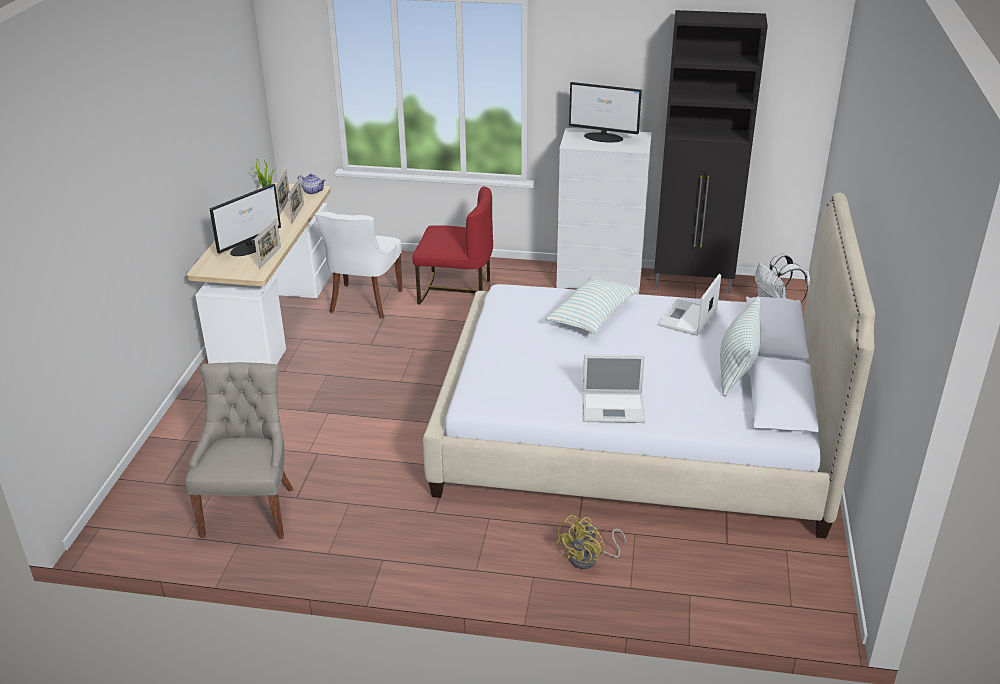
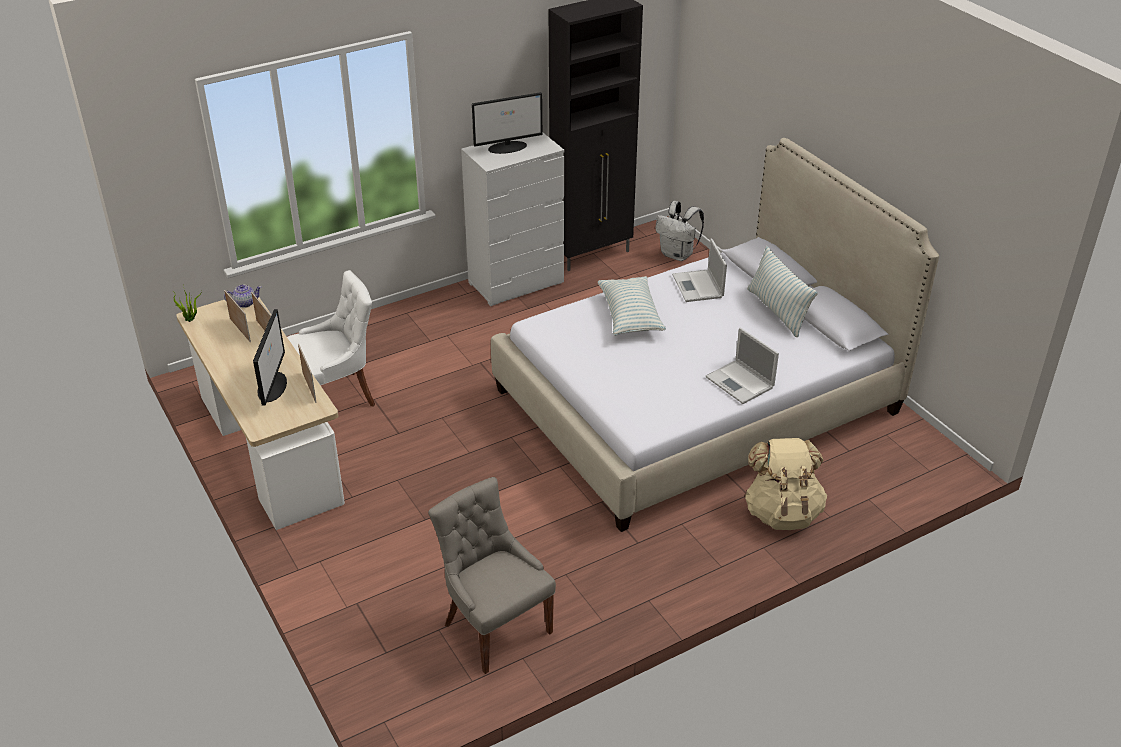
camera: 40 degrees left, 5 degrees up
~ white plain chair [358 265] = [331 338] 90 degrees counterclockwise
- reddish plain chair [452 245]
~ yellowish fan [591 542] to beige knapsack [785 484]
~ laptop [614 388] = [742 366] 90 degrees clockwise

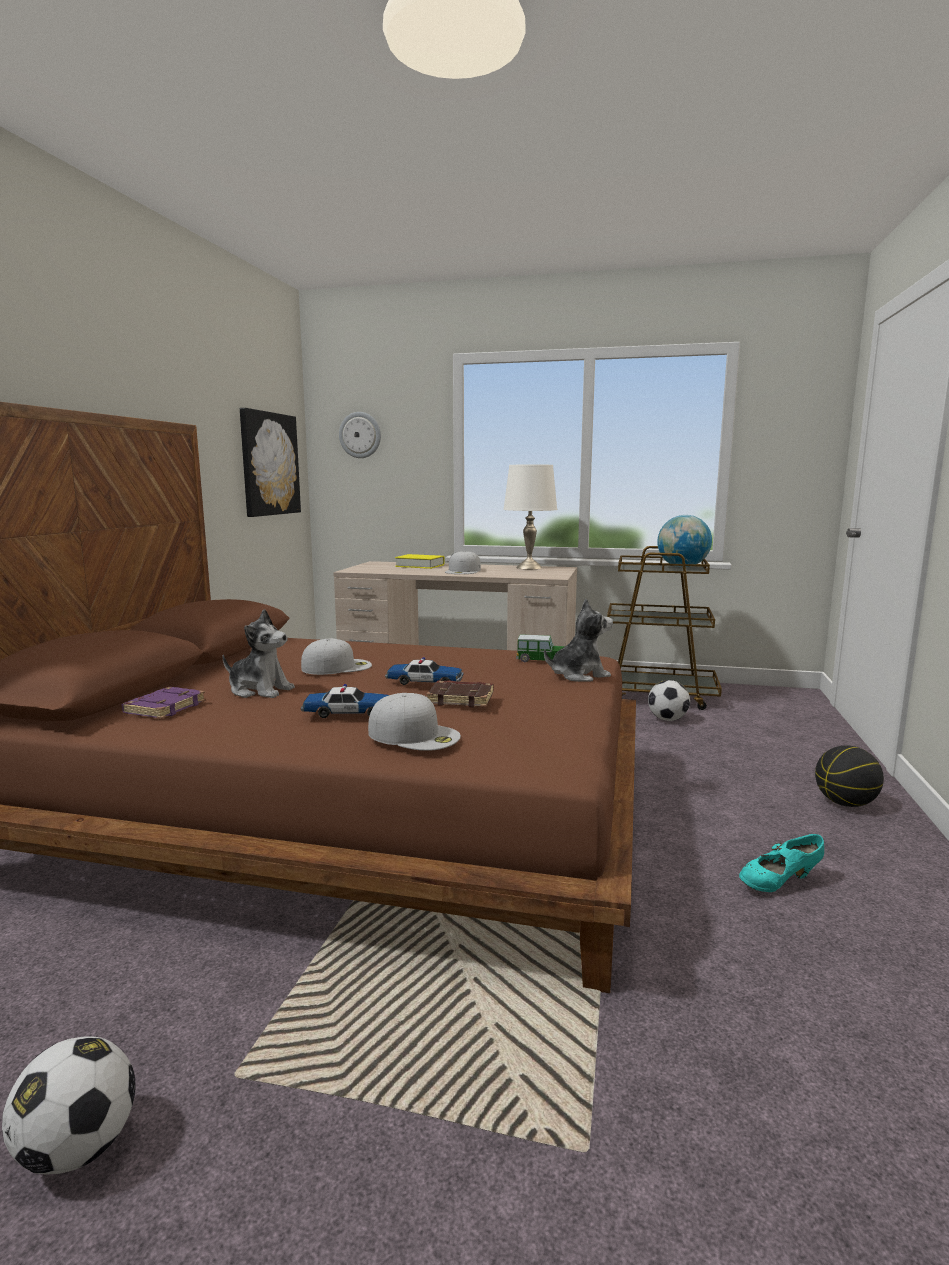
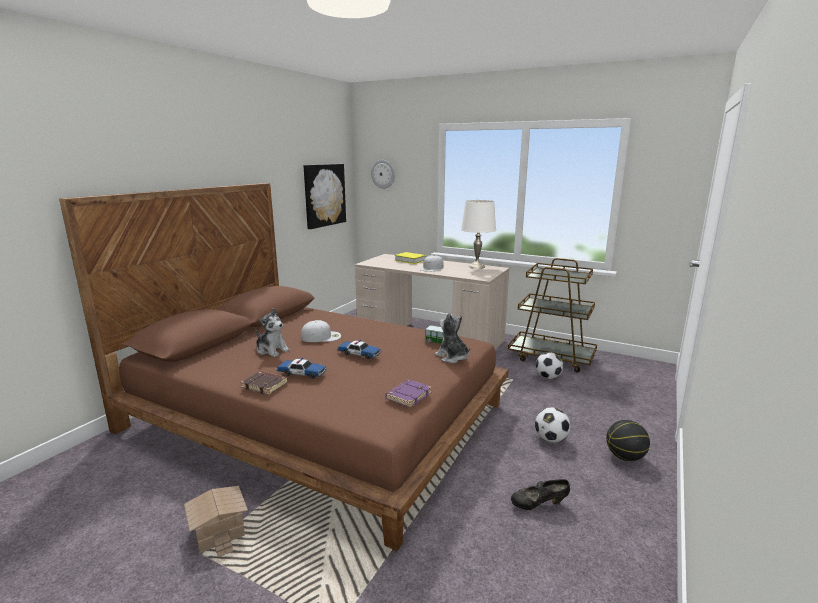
camera: 15 degrees right, 5 degrees up
~ football [69 1106] to [553 425]
~ purple-coloured volume [164 703] to [408 393]
- white cap [414 722]
~ brown volume [460 694] to [264 383]
~ soft toy [578 640] = [453 338] 120 degrees counterclockwise
- desk globe [684 541]
~ turquoise-coloured item of footwear [781 863] to black item of footwear [540 494]
+ miniature house [216 521]

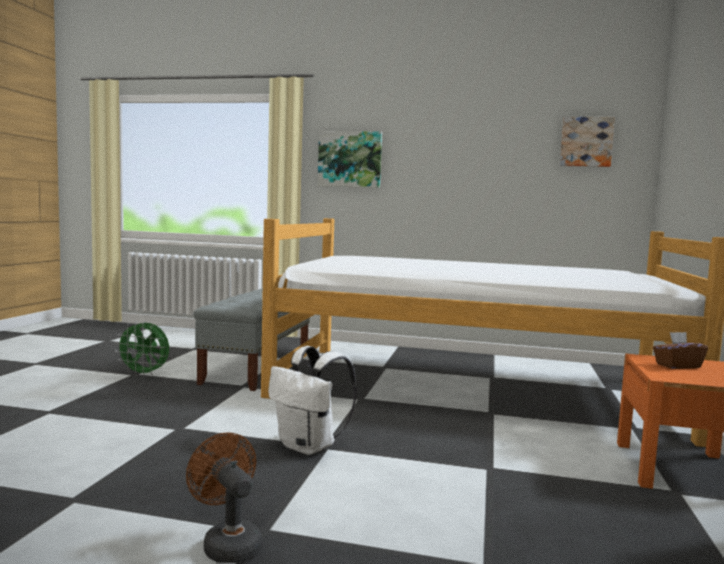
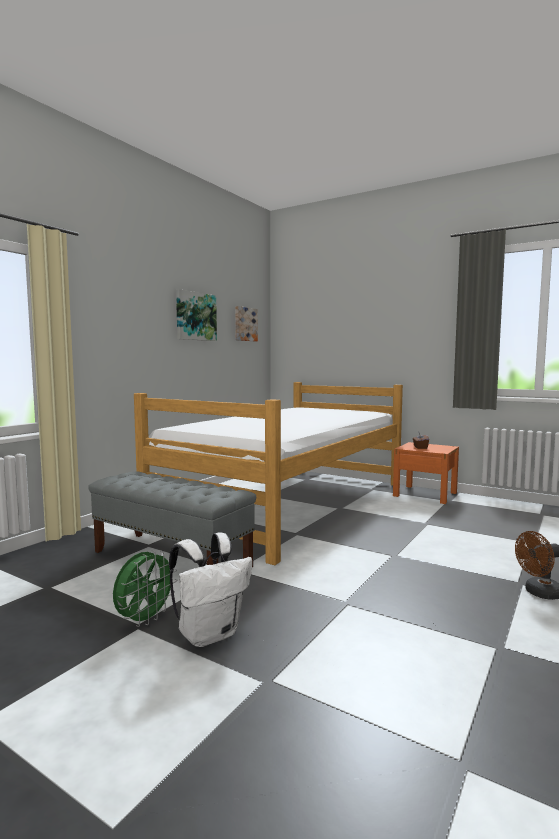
camera: 70 degrees left, 0 degrees up
~ white knapsack [312 400] to [210 589]
~ wall art [350 159] to [196 315]

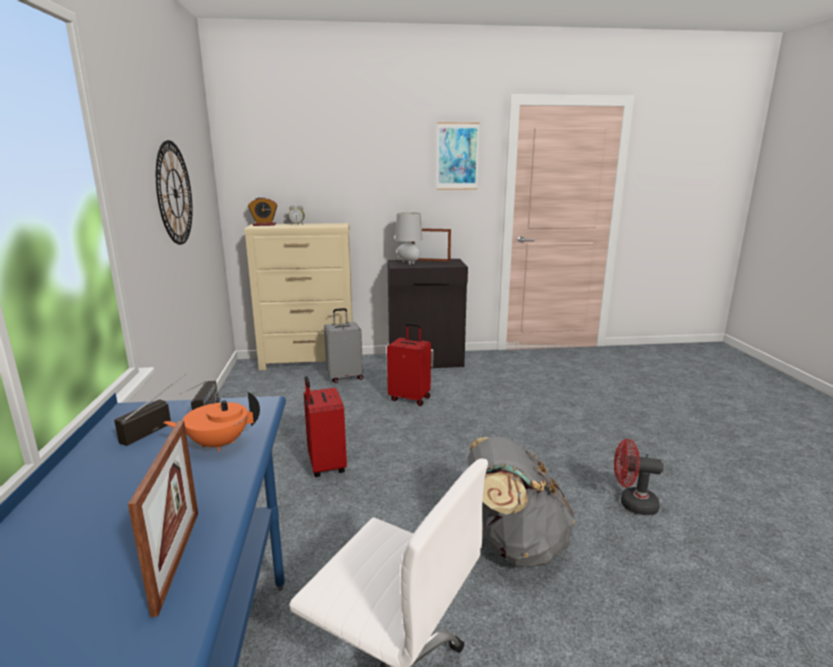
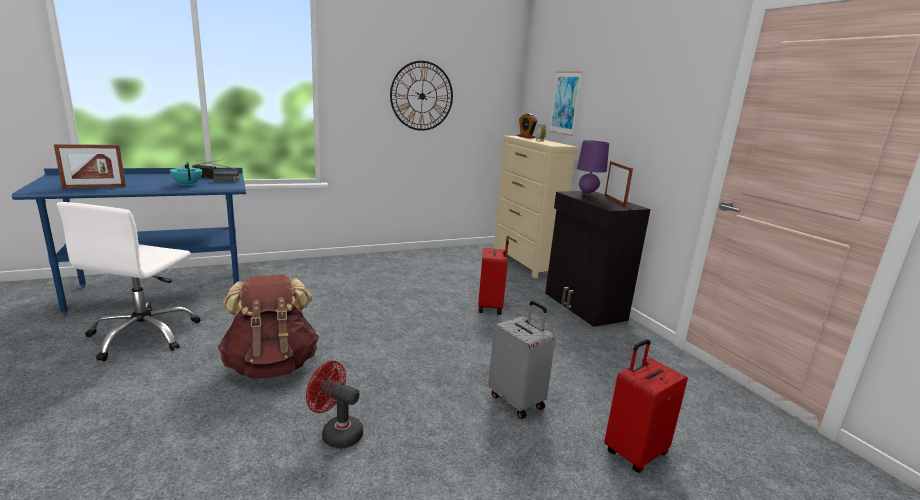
camera: 70 degrees right, 0 degrees up
~ orangey teapot [211 421] to turquoise-coloured teapot [186 174]
~ reddish travel case [325 426] to [646 406]
~ grey travel case [343 345] to [522 360]
~ grey table lamp [408 238] to purple-coloured table lamp [593 168]
~ wall art [458 156] to [565 103]
~ grey knapsack [521 501] to brown knapsack [268 327]
~ reddish fan [638 477] = [334 405] 60 degrees counterclockwise

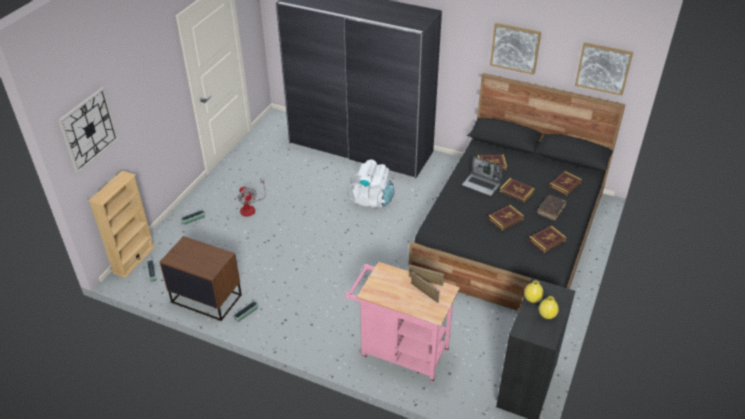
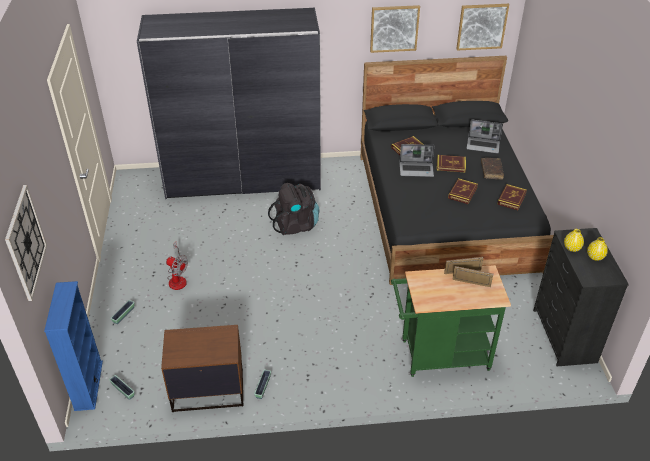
camera: 30 degrees left, 0 degrees up
~ beige shelving unit [121 224] to bluish shelving unit [73 346]
~ pinkish trolley [402 322] to green trolley [451 321]
~ white knapsack [370 183] to black knapsack [293 209]
~ volume [565 183] to laptop [484 137]

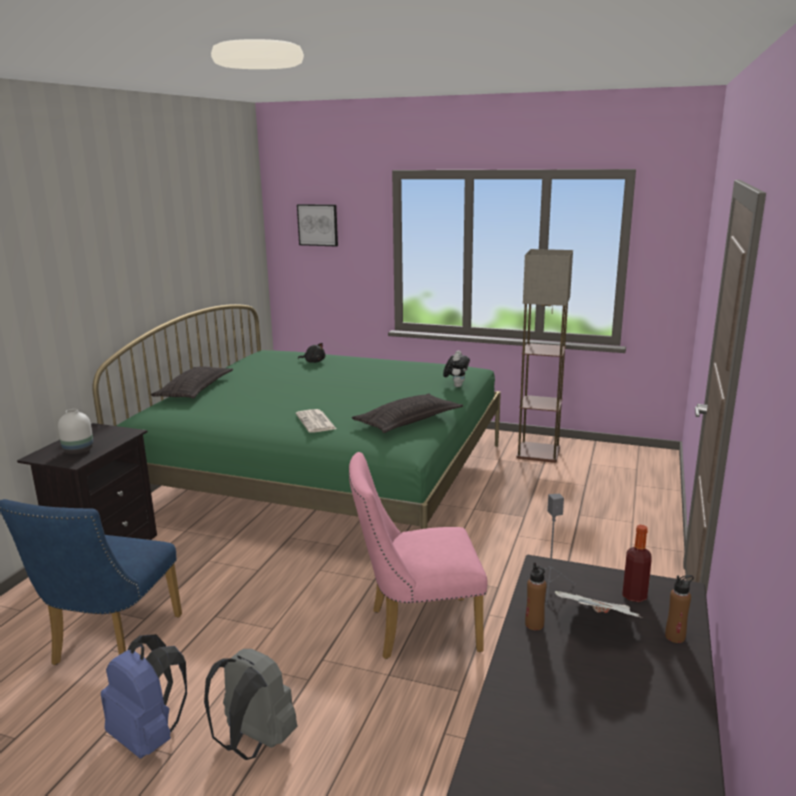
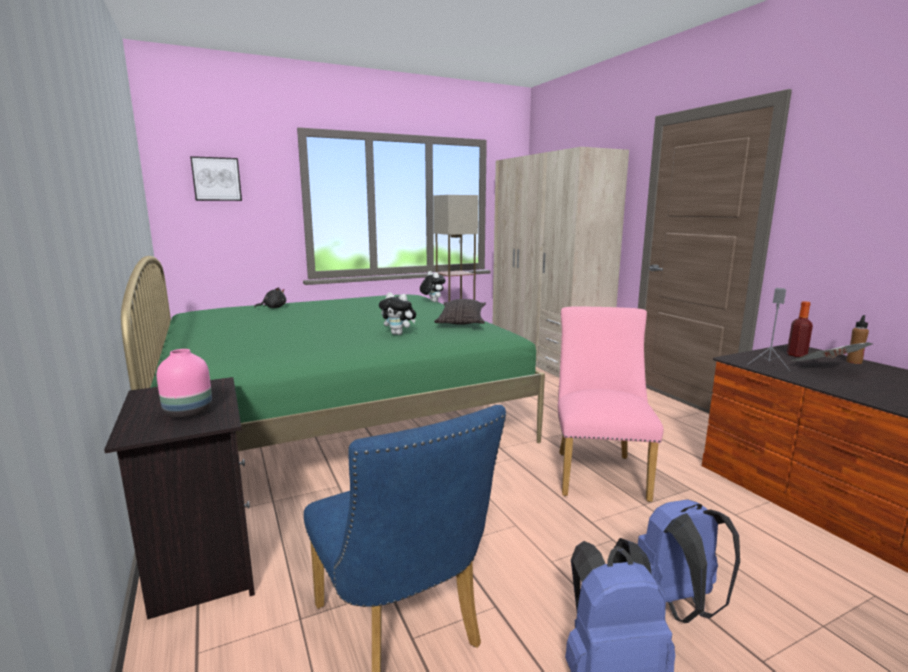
camera: 45 degrees left, 5 degrees down
~ white decorative vase [76 431] to pinkish decorative vase [184 383]
- throw pillow [192 383]
~ grey knapsack [250 704] to bluish knapsack [689 561]
~ newspaper [316 421] to soft toy [397 313]
~ pinkish plain chair [418 555] = [610 404] 150 degrees clockwise
- brown drink bottle [536 596]
+ beige armoire [561 262]

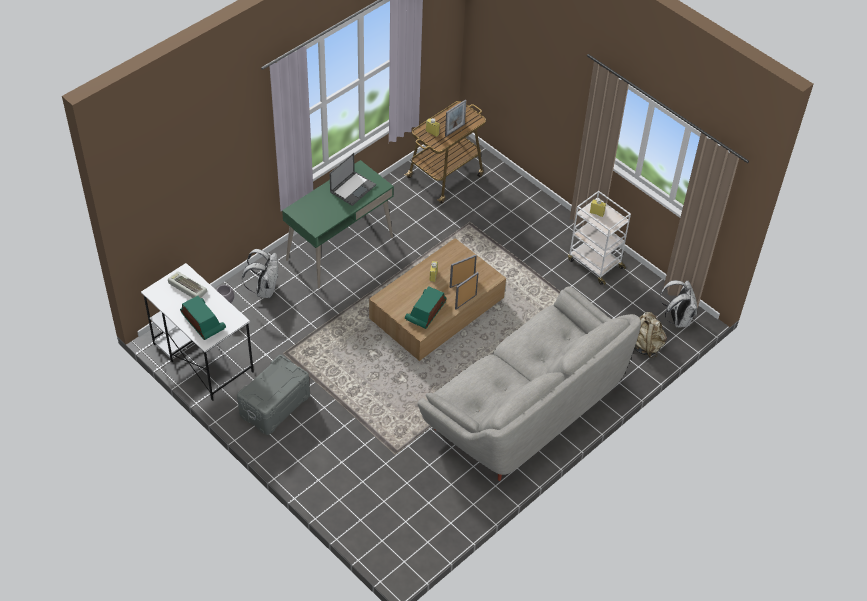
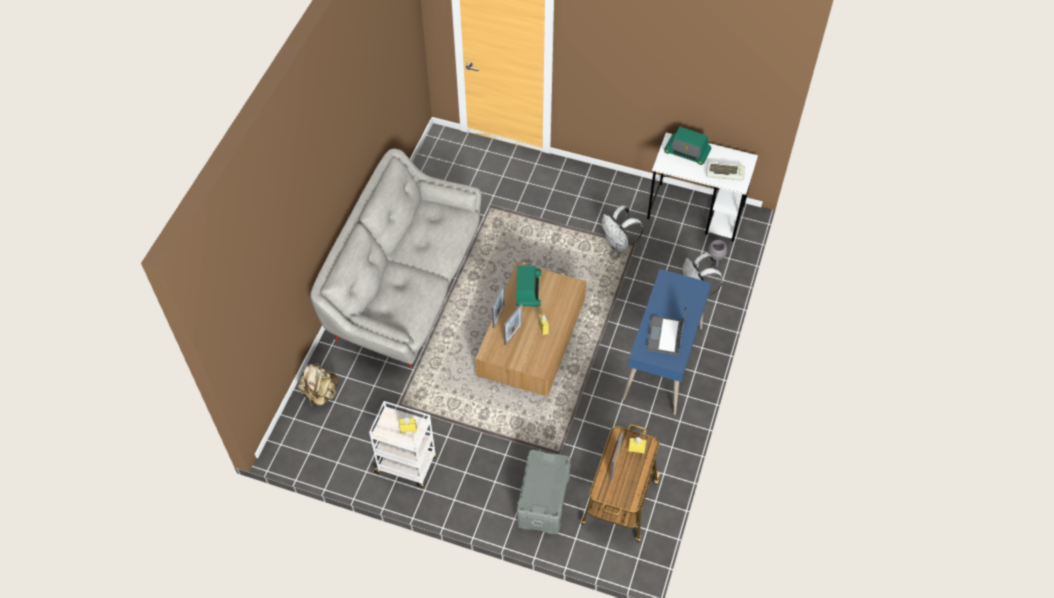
camera: 155 degrees right, 5 degrees up
~ grey storage box [273 395] to [544 492]
~ green desk [338 224] to bluish desk [666 342]
~ white knapsack [678 304] to [622 229]

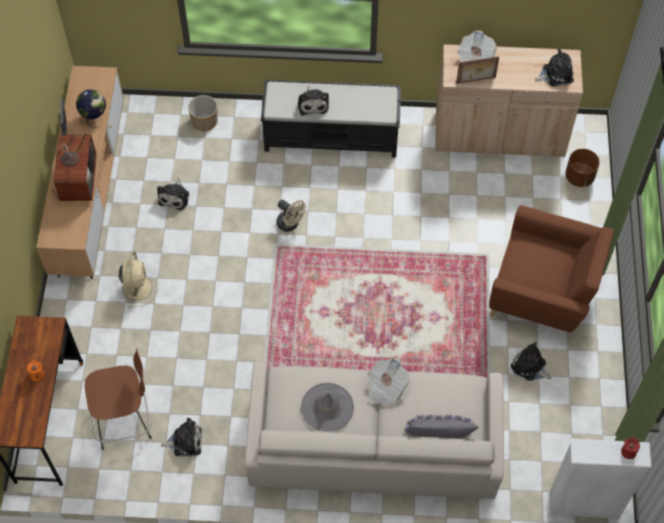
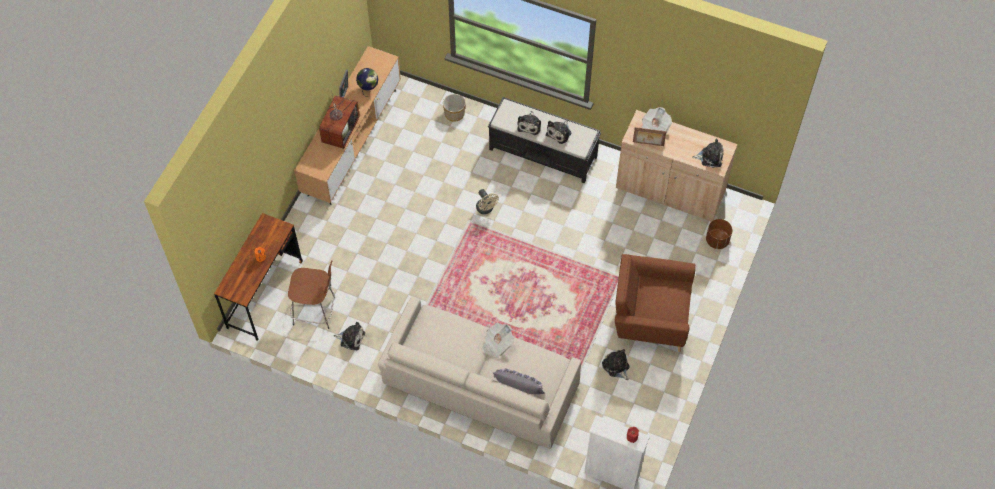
camera: 20 degrees right, 0 degrees up
- beige fan [137 280]
~ soft toy [173 194] to [558 132]
- grey hat [327 407]
~ brown armchair [551 269] = [655 303] 150 degrees clockwise

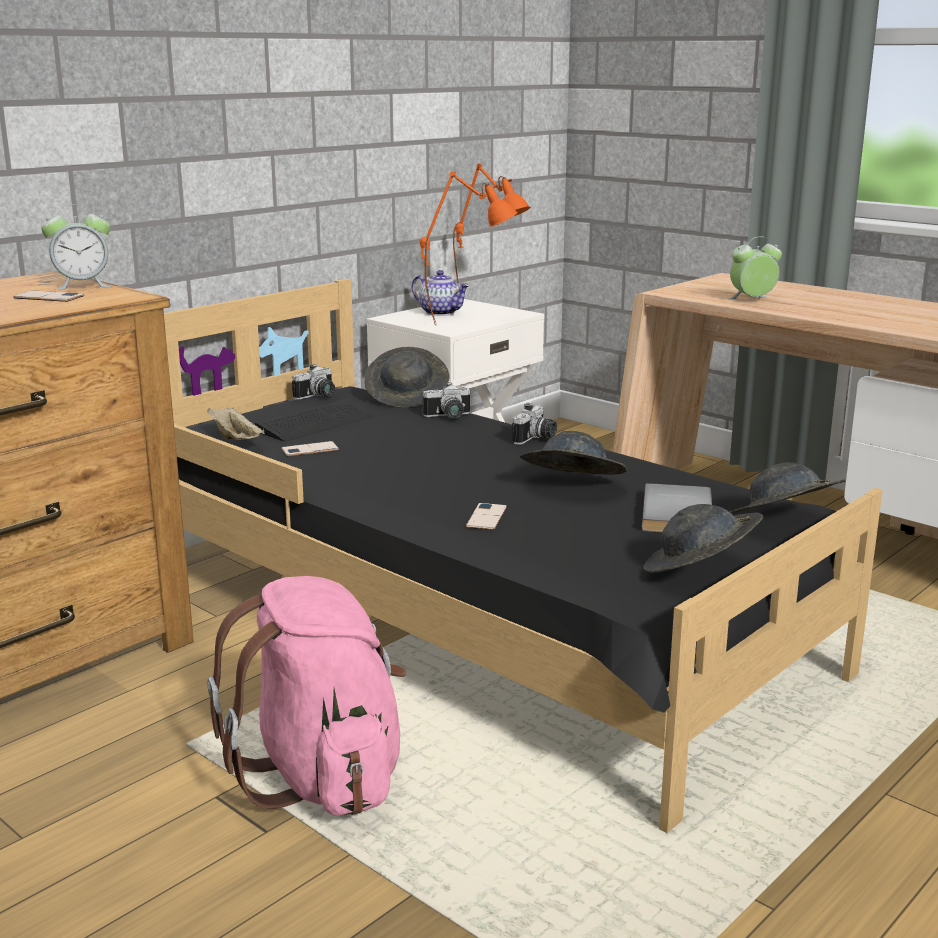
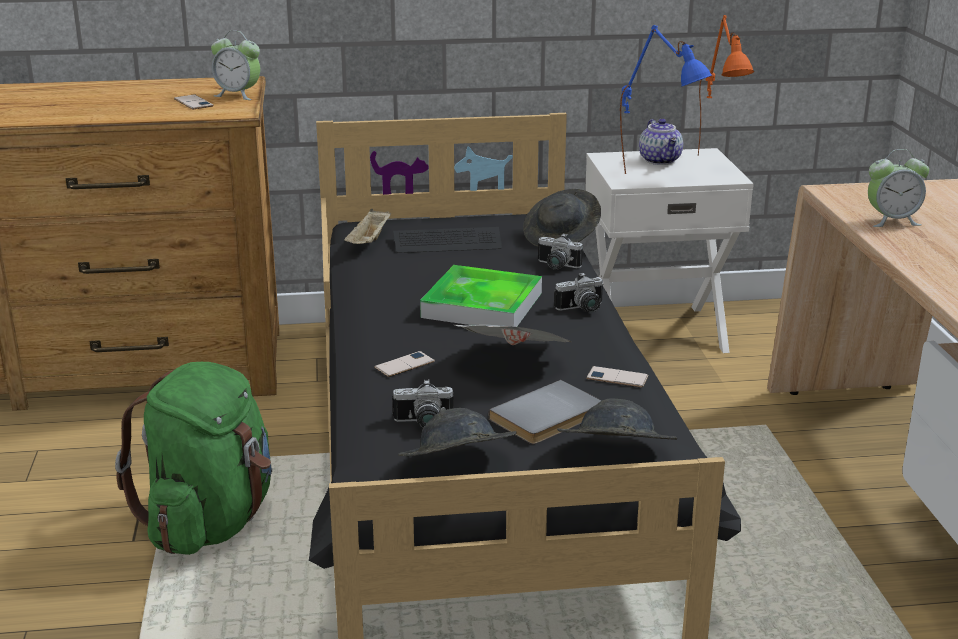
camera: 40 degrees right, 5 degrees up
~ pinkish knapsack [307 696] to green knapsack [193 458]
~ handset [310 448] to [617 377]
~ still camera [313 382] to [423 403]
~ orangey table lamp [469 247] to bluish table lamp [666 99]
~ grey hat [573 453] to newspaper [512 335]
~ table clock [755 268] = [898 188] 150 degrees clockwise
+ serving tray [481 296]

